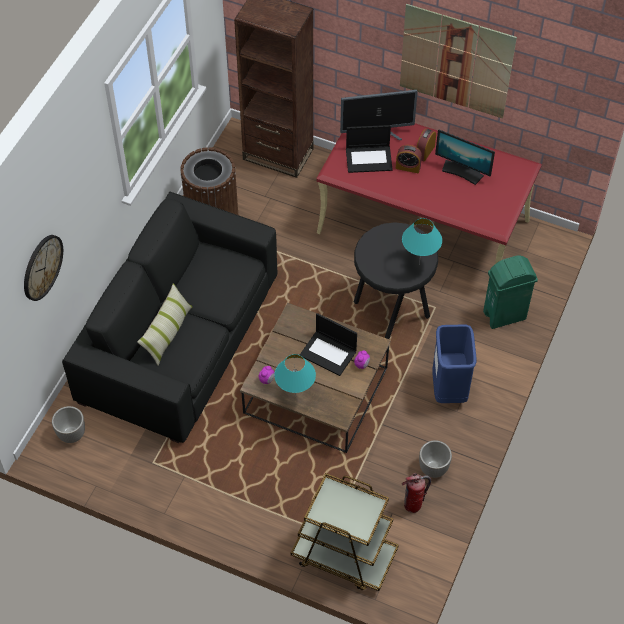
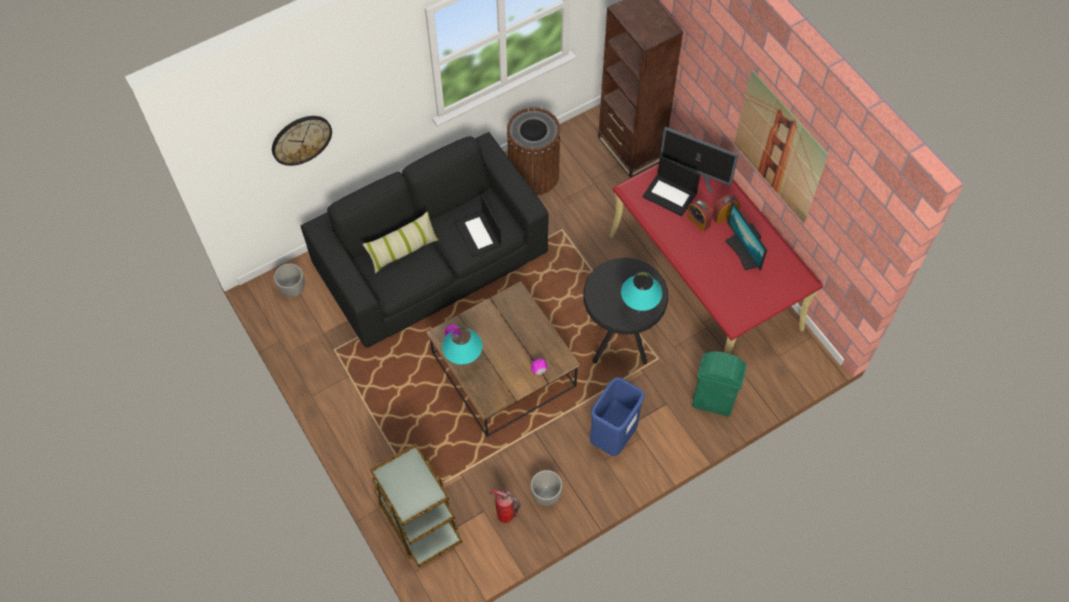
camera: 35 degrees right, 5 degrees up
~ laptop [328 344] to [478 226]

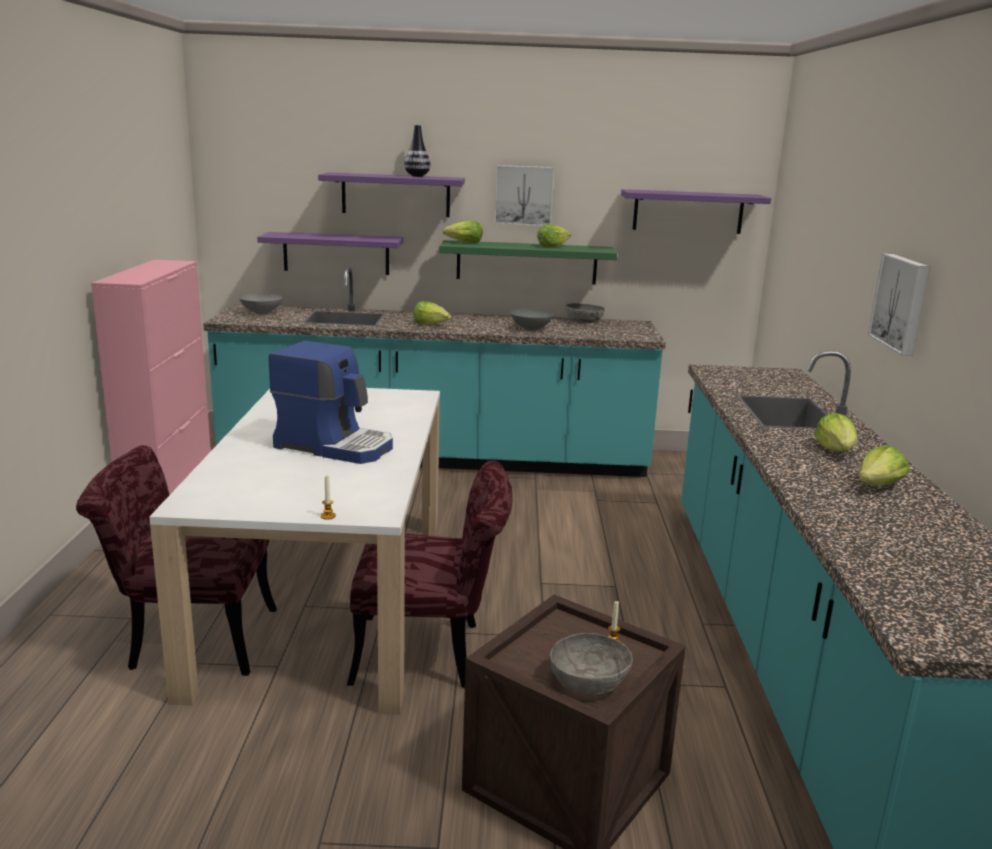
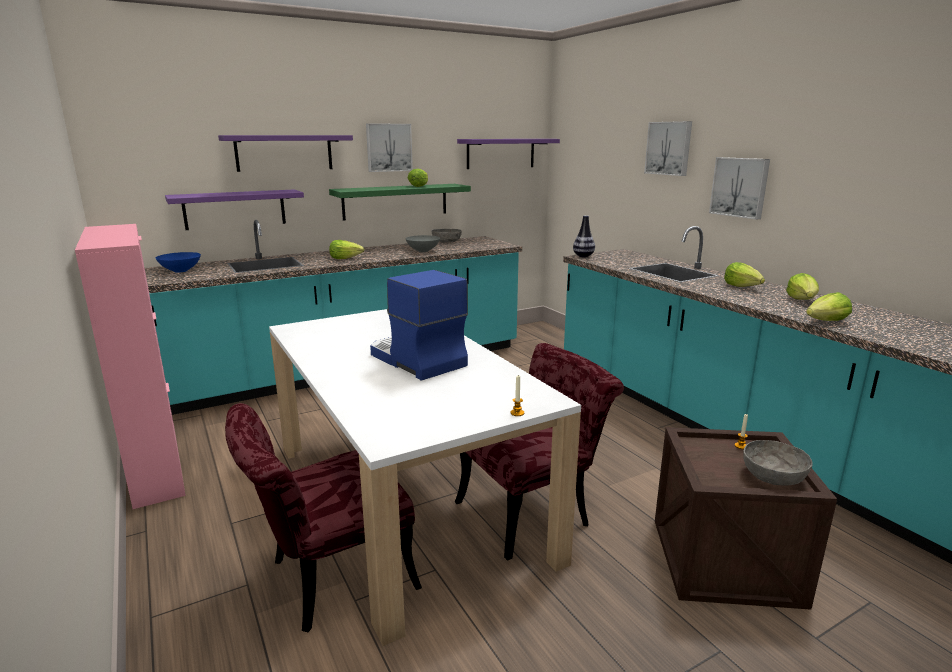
camera: 30 degrees left, 0 degrees up
~ grey deep dish [261 303] to bluish deep dish [178 262]
~ coffee maker [330 402] = [419 325] 120 degrees counterclockwise
~ decorative vase [417 151] to [584 236]
~ lettuce [462 232] to [829 306]
+ wall art [668 148]

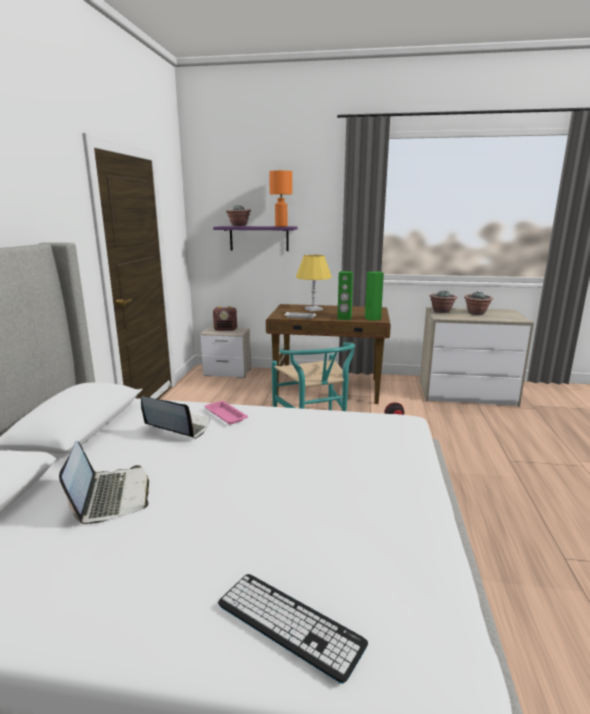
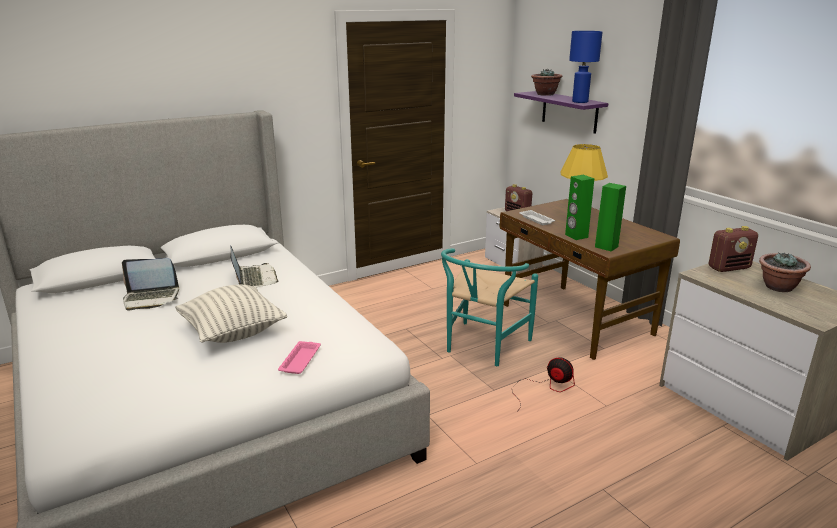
camera: 50 degrees right, 5 degrees up
~ laptop [104 482] = [150 284] 45 degrees clockwise
~ pinkish serving tray [226 413] to [299 357]
- PC keyboard [293 629]
~ orangey table lamp [280 198] to bluish table lamp [585 67]
~ potted plant [443 301] to radio set [733 249]
+ throw pillow [231 314]

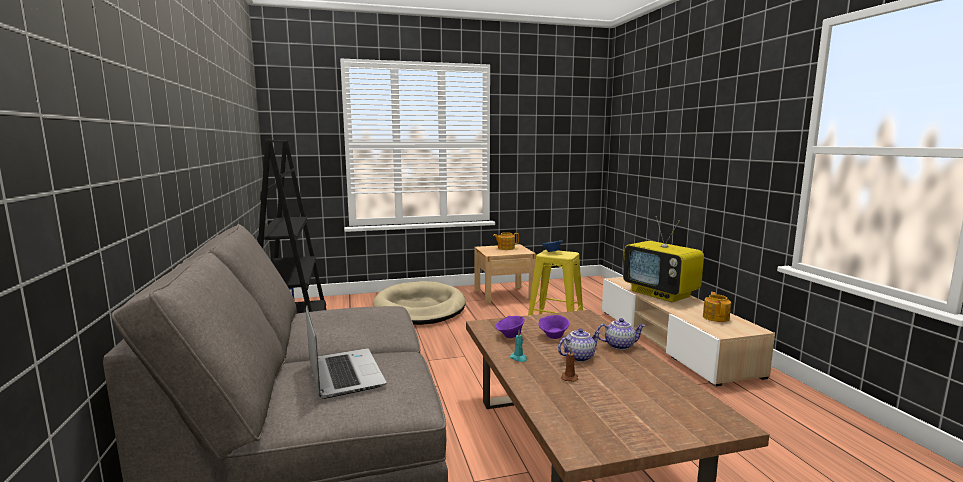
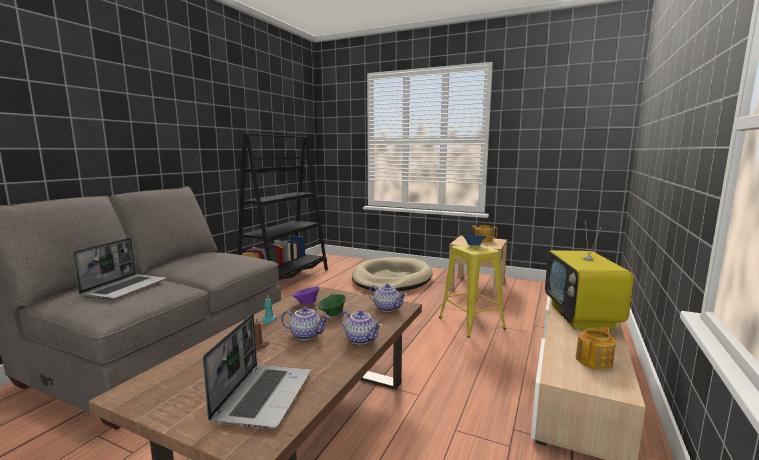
camera: 40 degrees right, 0 degrees up
~ purple-coloured deep dish [554 327] to green deep dish [332 305]
+ laptop [256 371]
+ teapot [387 298]

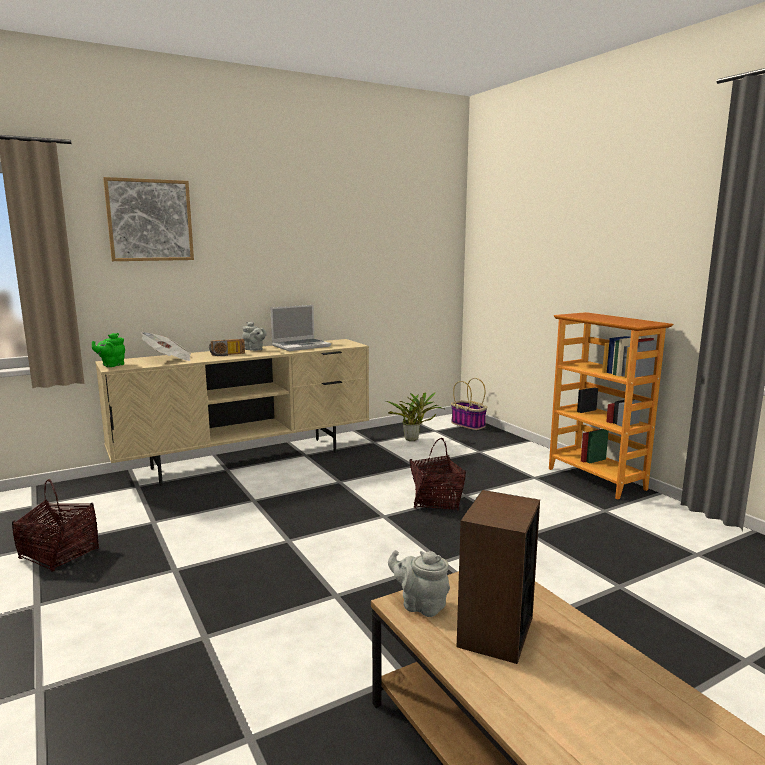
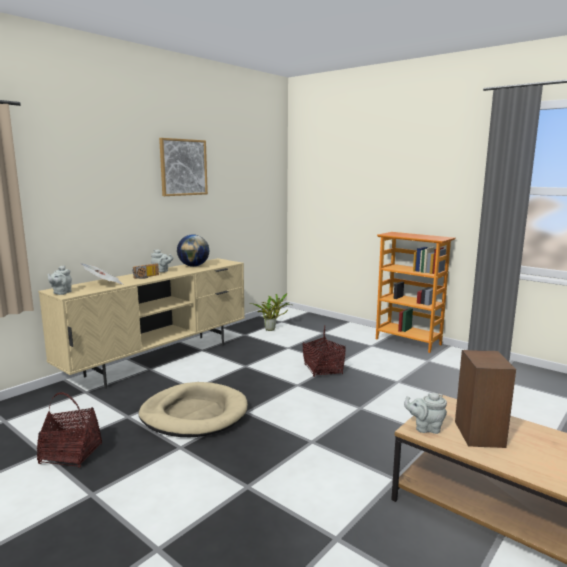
camera: 20 degrees left, 0 degrees up
~ green teapot [108 350] to grey teapot [59 280]
~ wall art [148 219] to [183 167]
~ laptop [301 328] to desk globe [193 250]
- household basket [469 404]
+ beige dog bed [193 409]

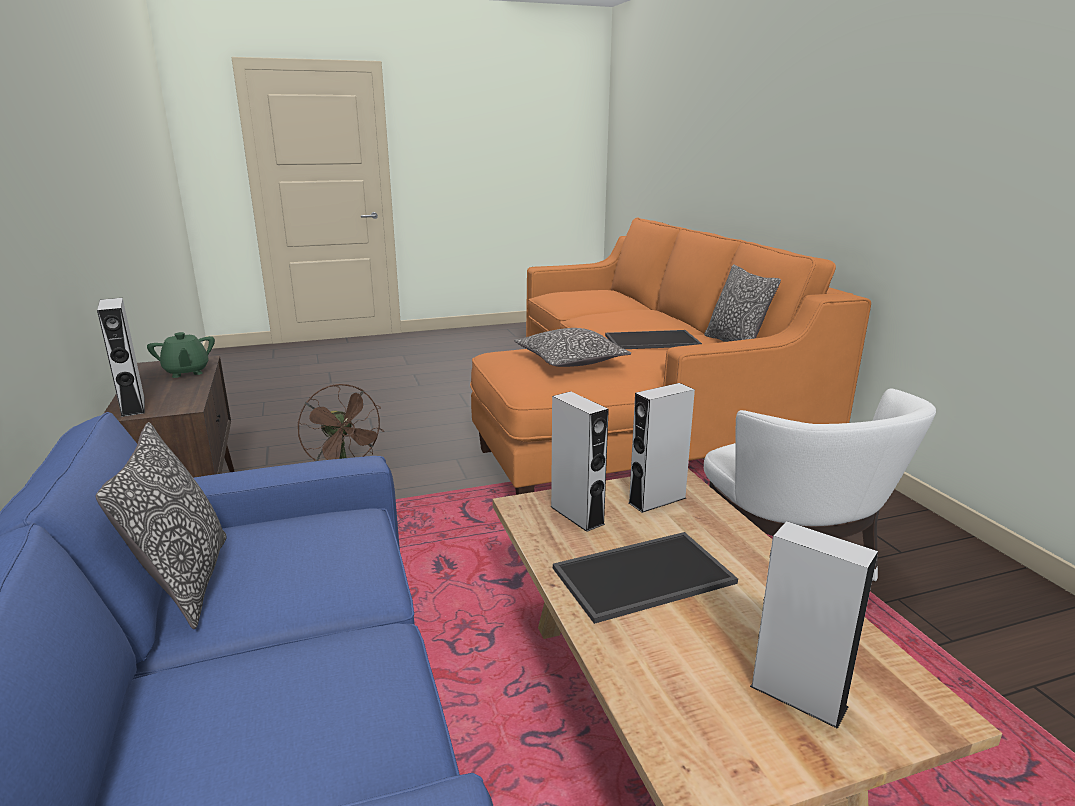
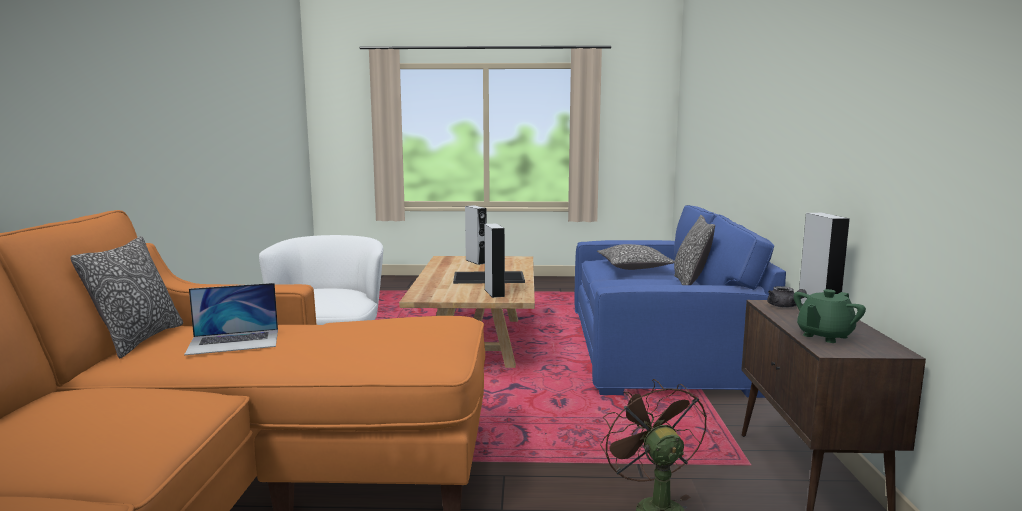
camera: 160 degrees left, 10 degrees down
~ green teapot [181 355] = [830 316] 120 degrees counterclockwise
~ throw pillow [573 347] to [636 257]
~ serving tray [653 339] to laptop [231 319]
- grey audio speaker [661 448]
+ grey teapot [787 297]

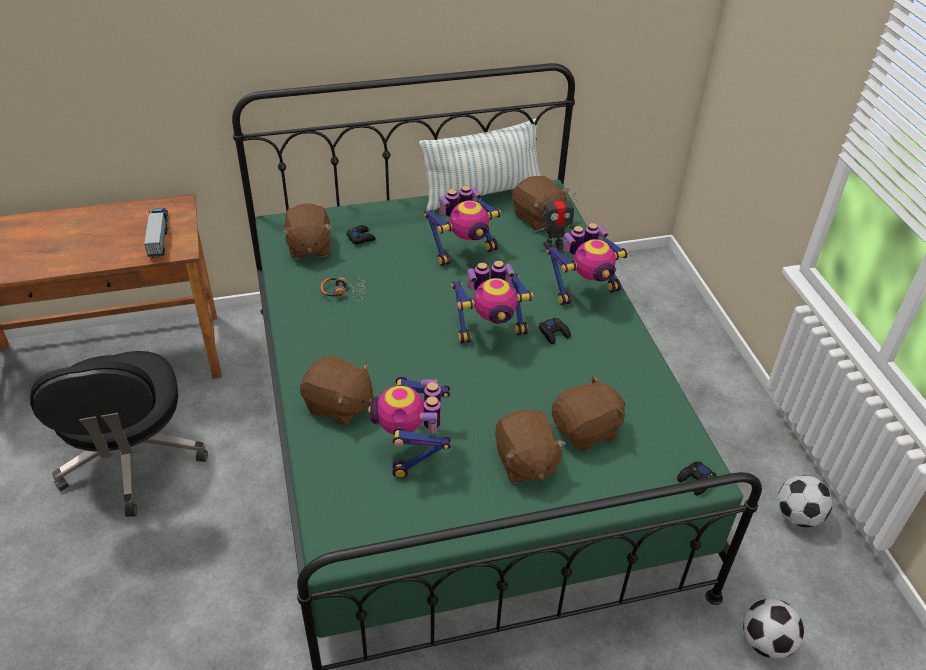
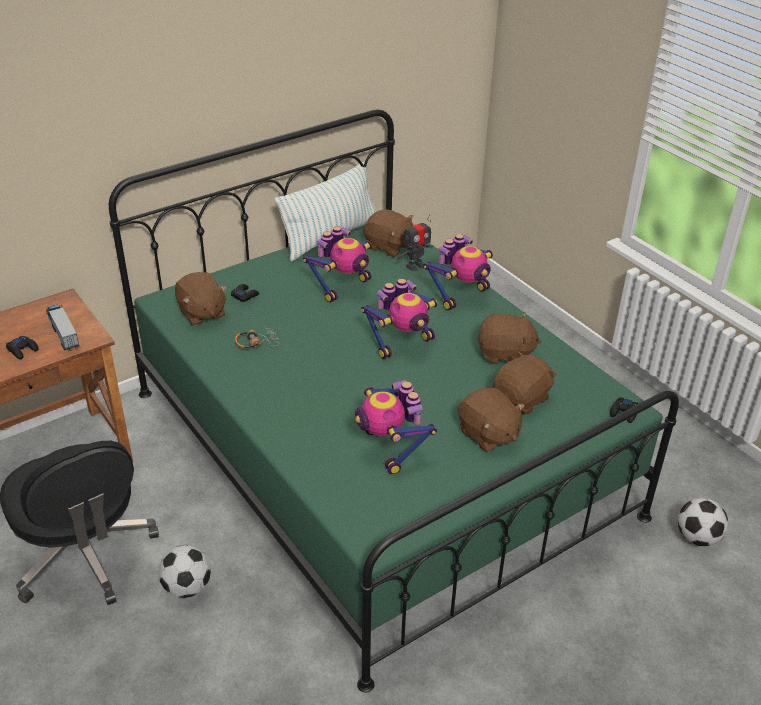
camera: 20 degrees left, 5 degrees down
~ brown soft toy [336 390] to [509 338]
~ black gamepad [555 330] to [22 347]
~ football [805 501] to [185 571]

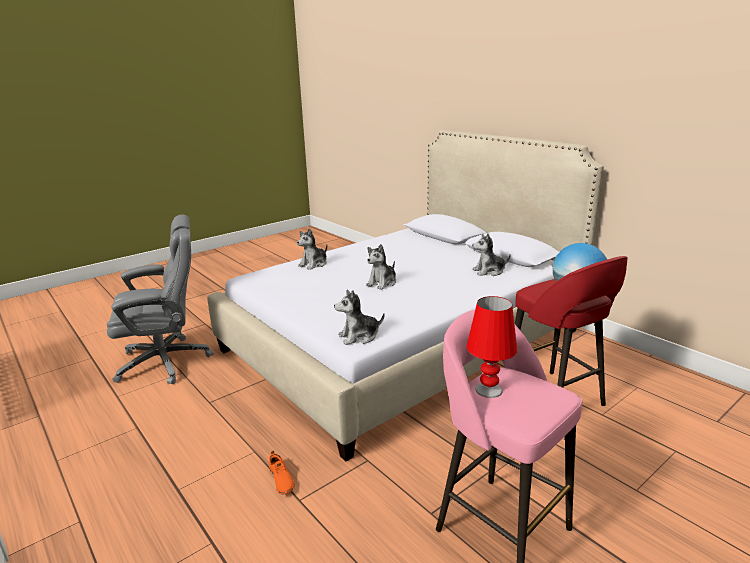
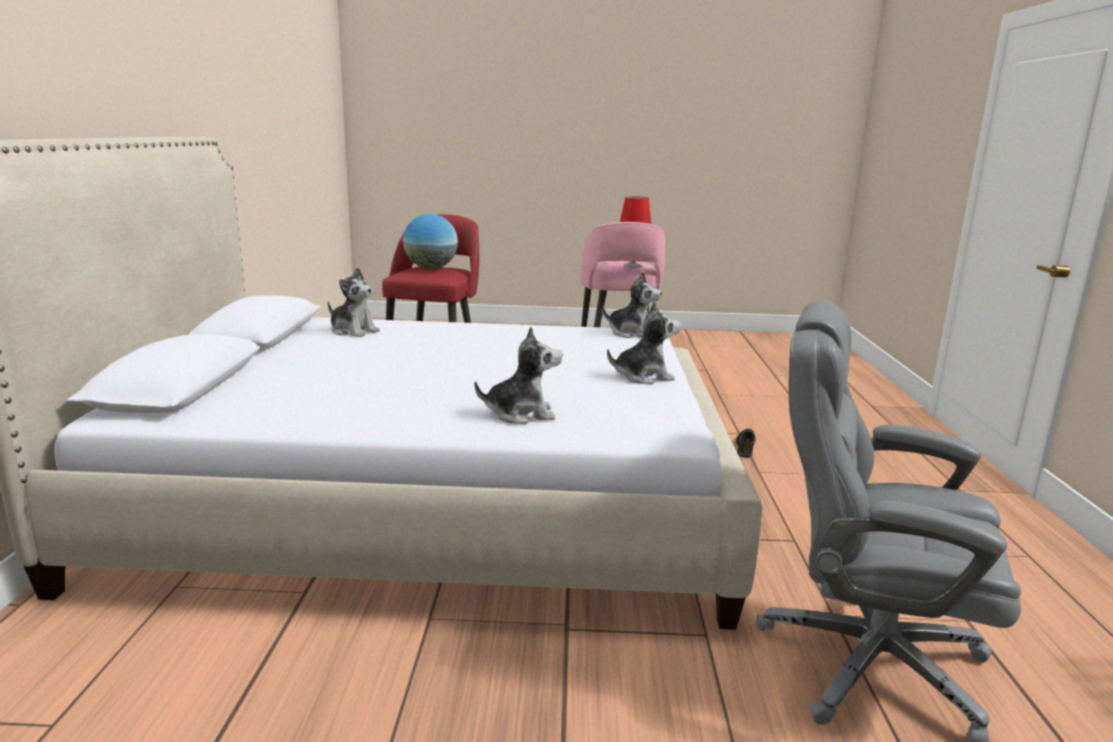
camera: 140 degrees left, 5 degrees down
~ orangey item of footwear [282 473] to black item of footwear [746 443]
~ soft toy [381 267] to [644 342]

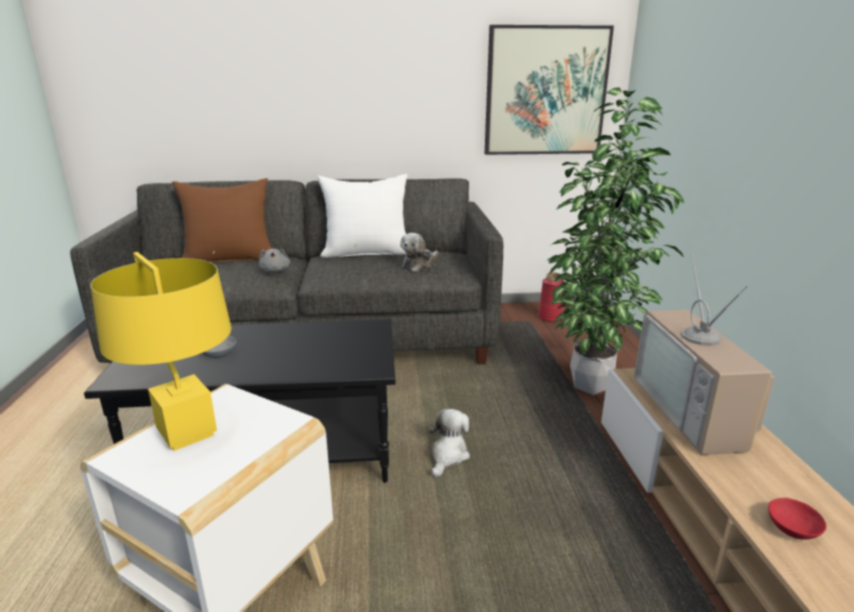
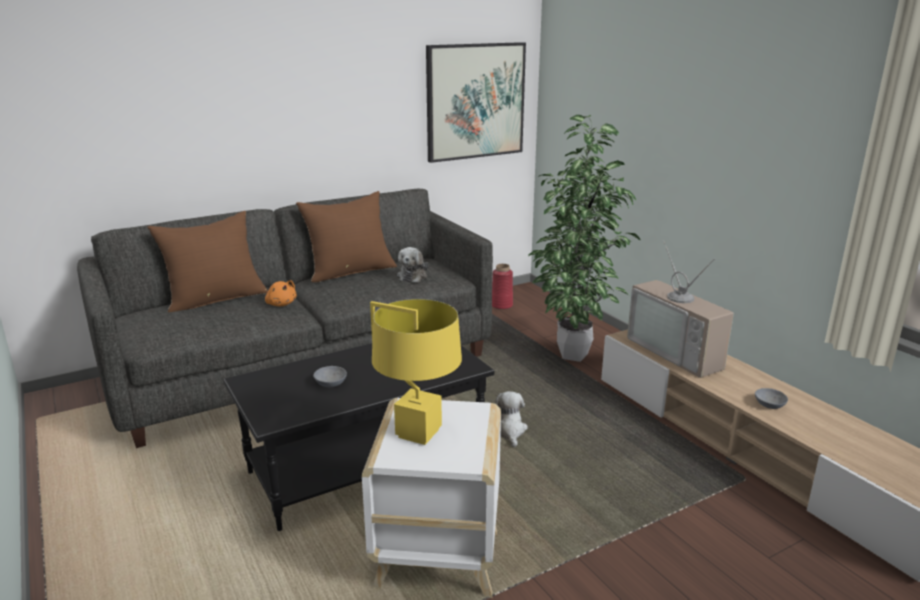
camera: 25 degrees left, 0 degrees up
~ grey soft toy [274 261] to orangey soft toy [281 293]
~ white throw pillow [362 216] to brown throw pillow [346 237]
~ reddish deep dish [797 519] to grey deep dish [771 398]

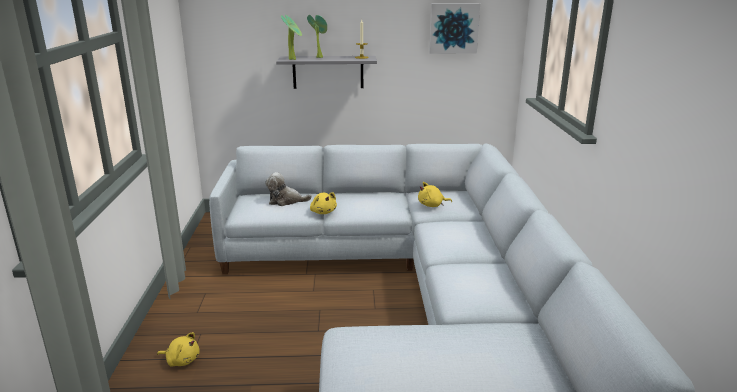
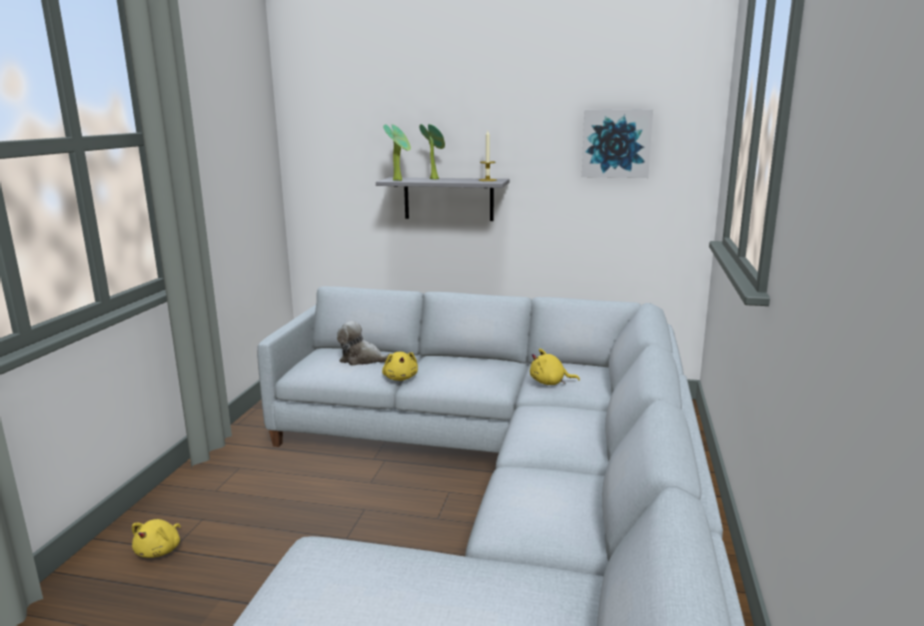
camera: 15 degrees right, 5 degrees down
~ yellowish soft toy [178 349] = [156 538] 75 degrees clockwise

